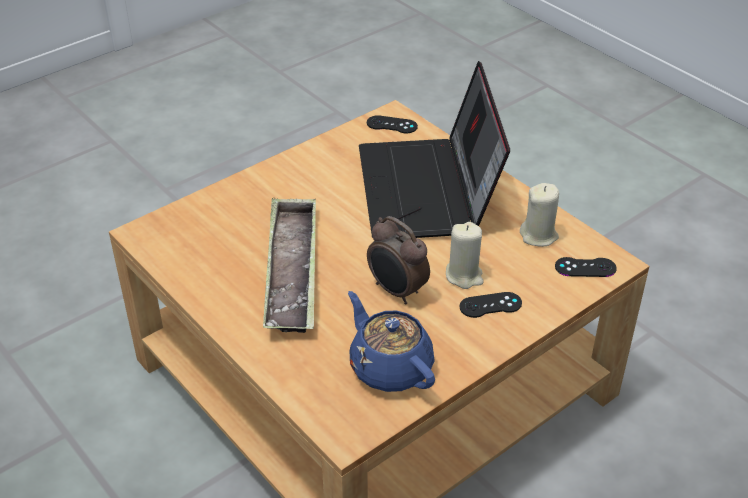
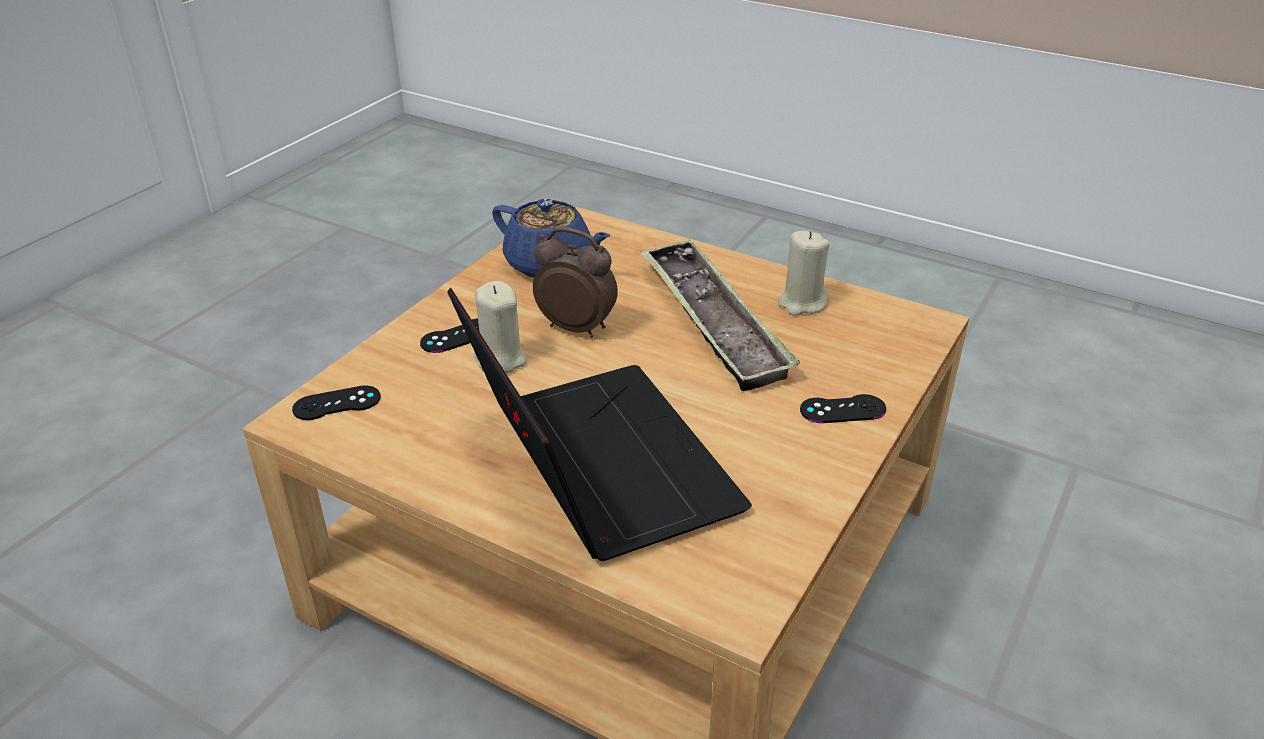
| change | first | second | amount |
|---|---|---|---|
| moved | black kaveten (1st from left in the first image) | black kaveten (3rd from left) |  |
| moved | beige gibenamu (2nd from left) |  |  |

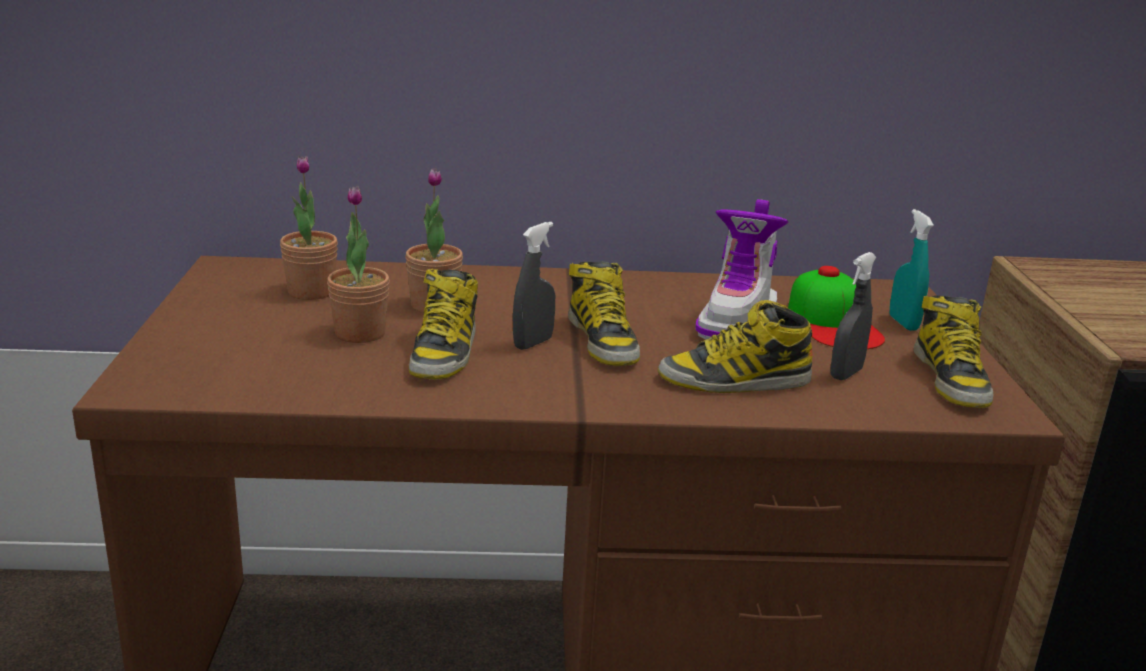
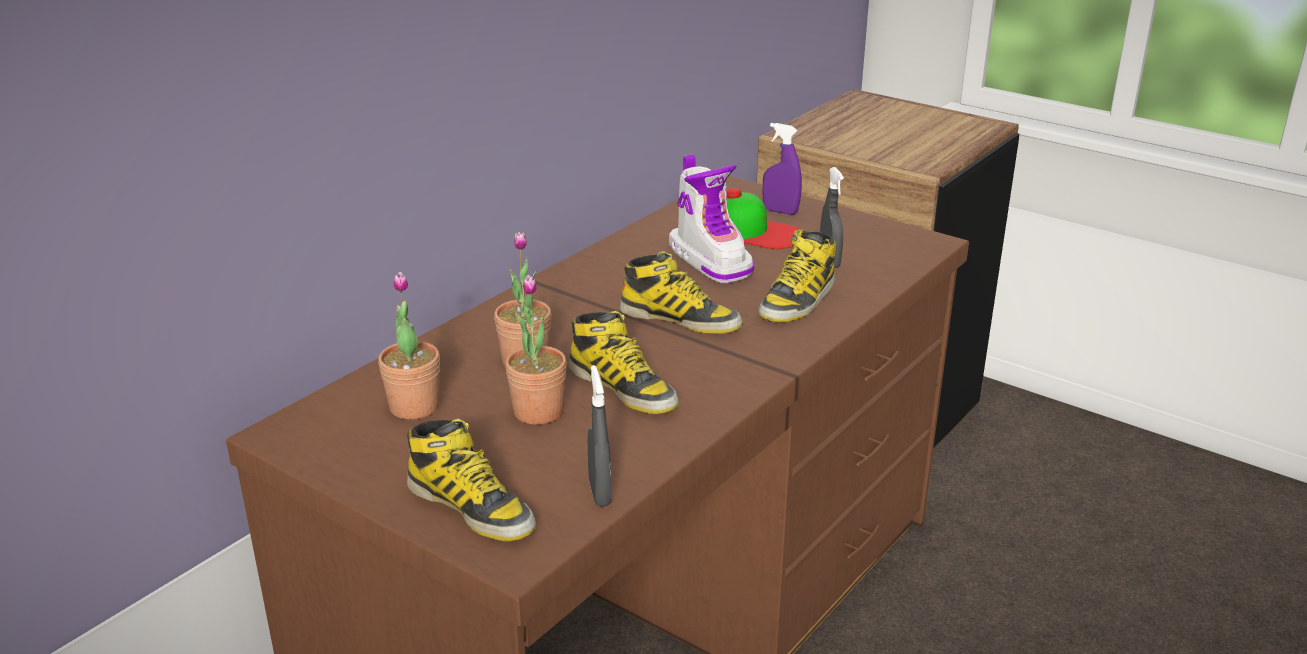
| change | first | second | amount |
|---|---|---|---|
| moved | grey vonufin (1st from left) |  |  |
| recoloured | turquoise vonufin | purple vonufin |  |
| moved | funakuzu (5th from left in the first image) | funakuzu (1st from left) |  |

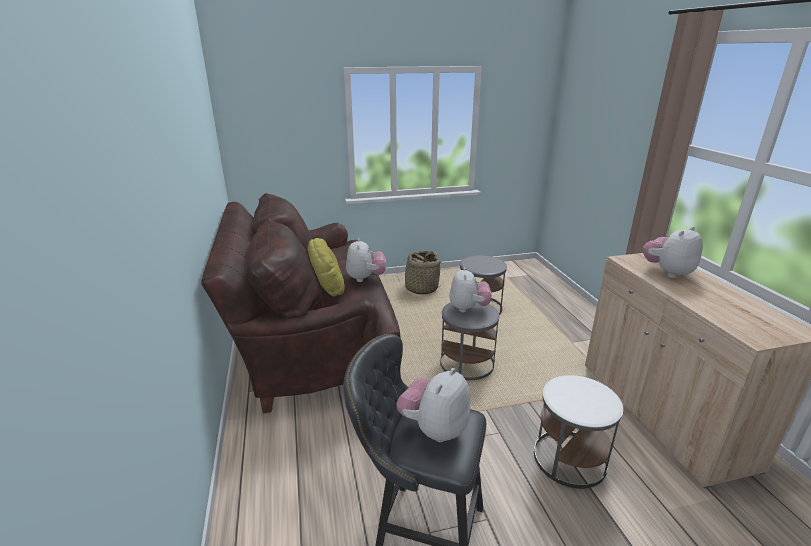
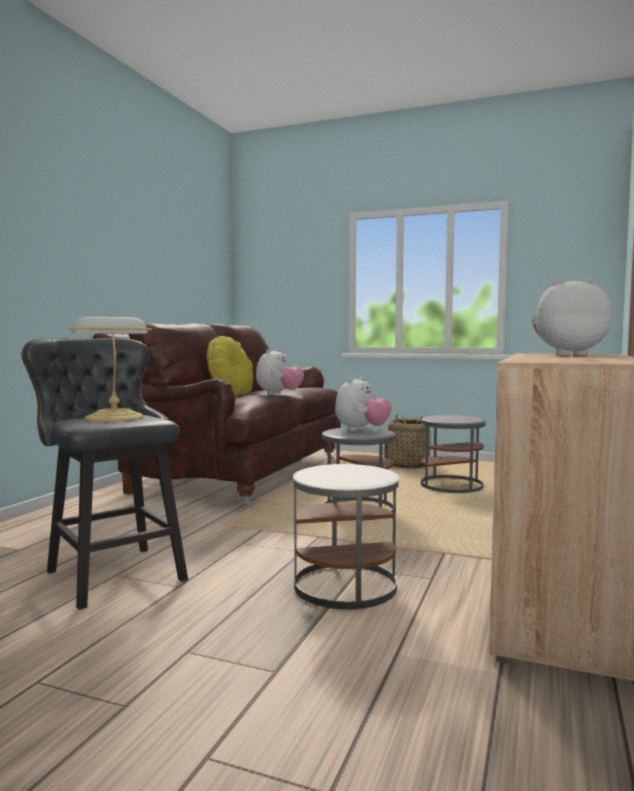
| change | first | second | amount |
|---|---|---|---|
| replaced | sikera (2nd from left) | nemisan |  |

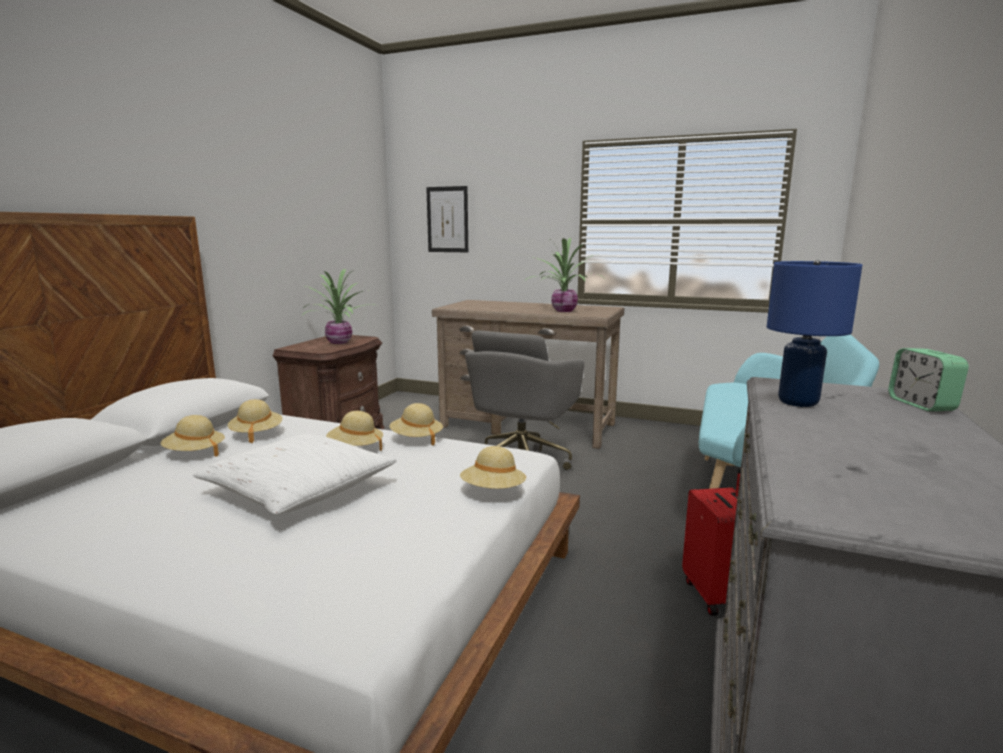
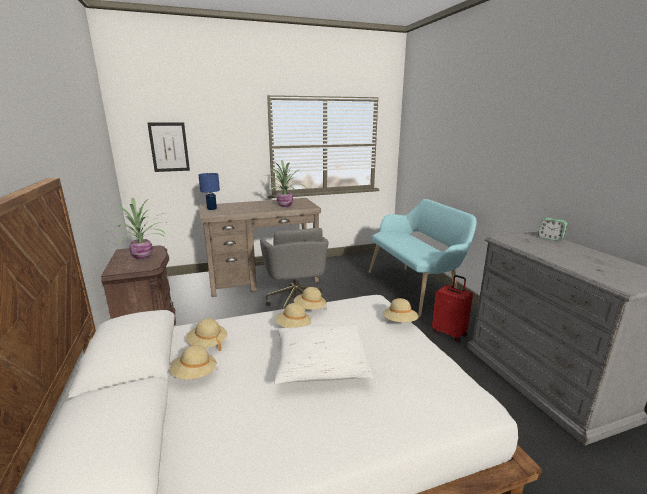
| change | first | second | amount |
|---|---|---|---|
| moved | blue nemisan |  |  |

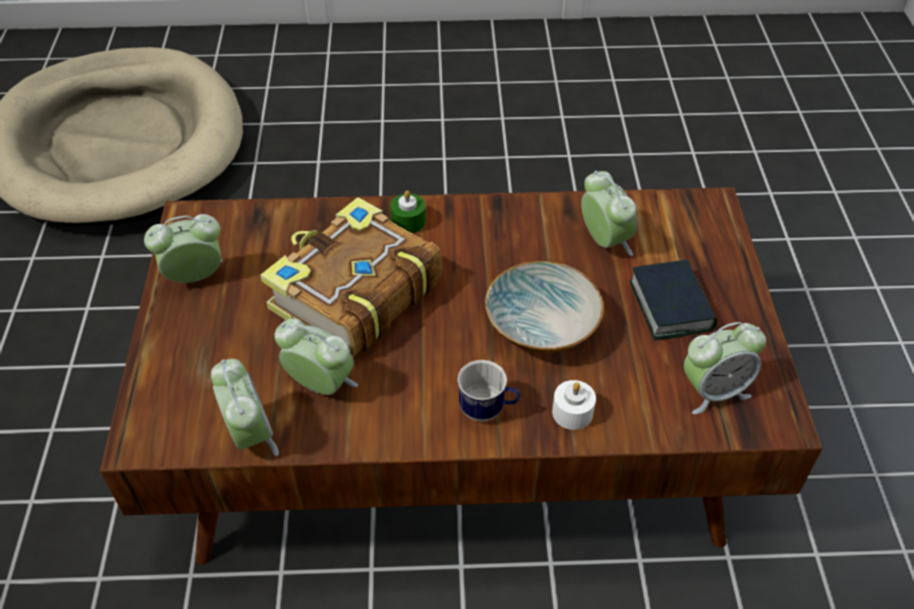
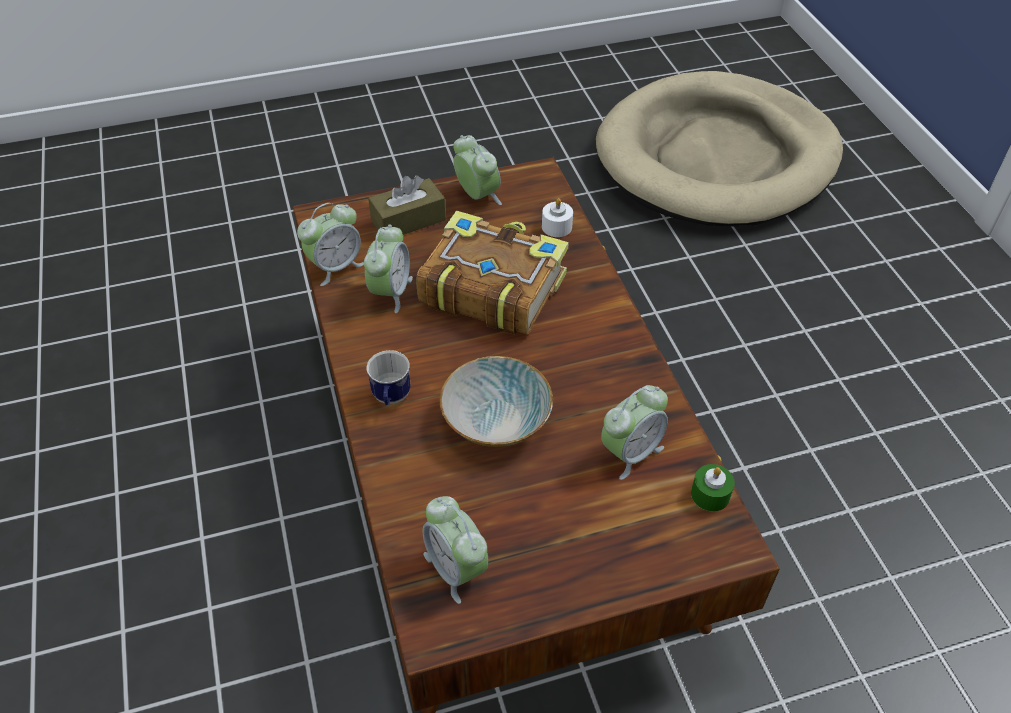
| change | first | second | amount |
|---|---|---|---|
| moved | green gibenamu |  |  |
| moved | white gibenamu |  |  |
| removed | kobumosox (2nd from left) |  |  |
| added |  | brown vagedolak |  |

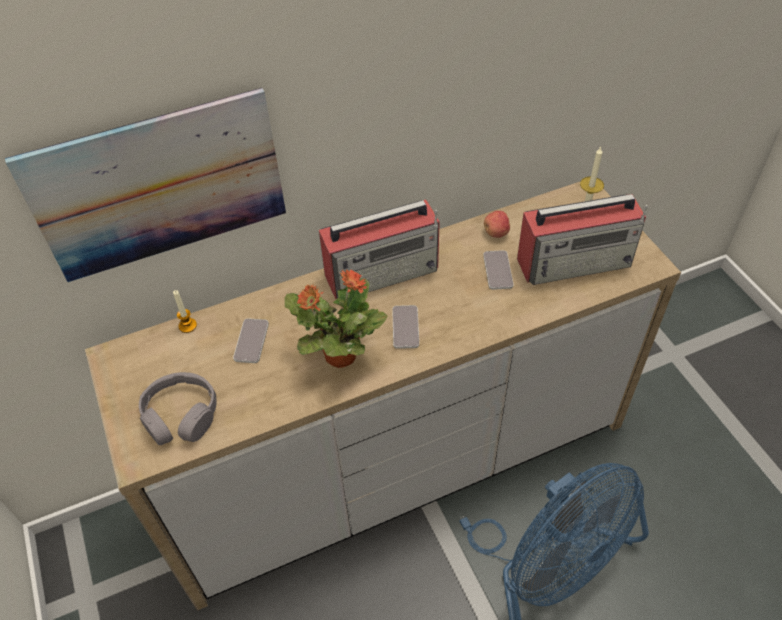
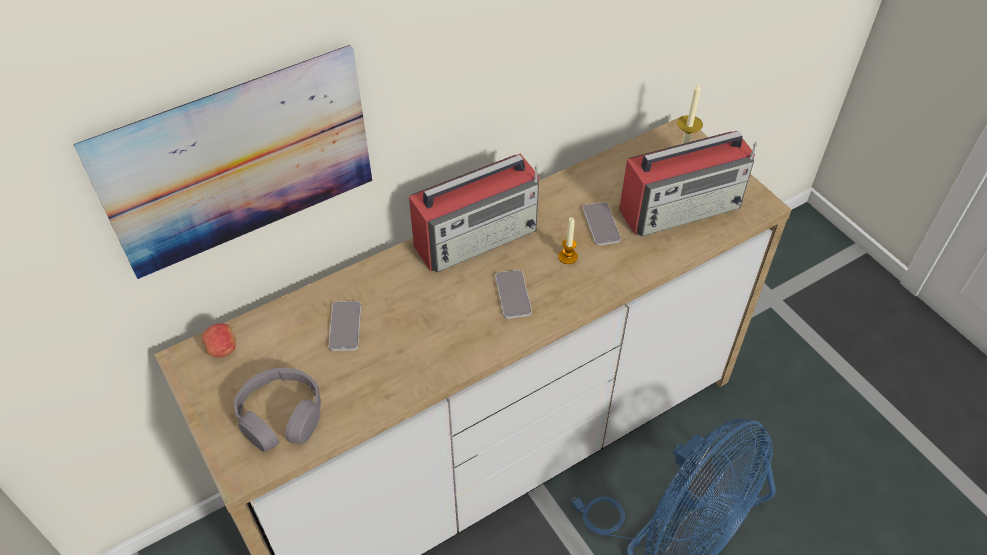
| change | first | second | amount |
|---|---|---|---|
| moved | gibenamu (1st from left) |  |  |
| removed | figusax |  |  |
| moved | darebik |  |  |

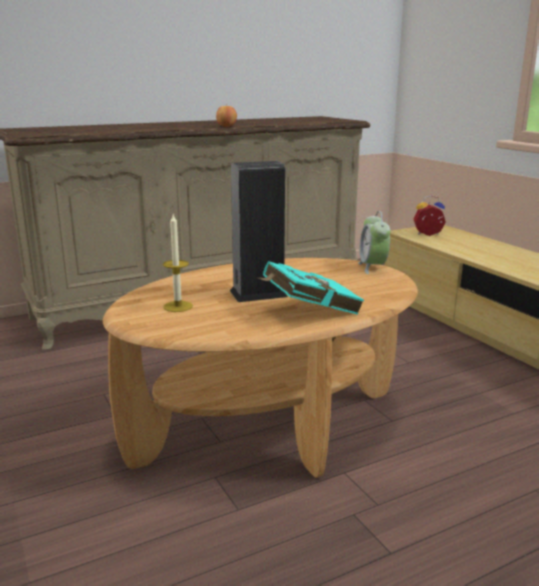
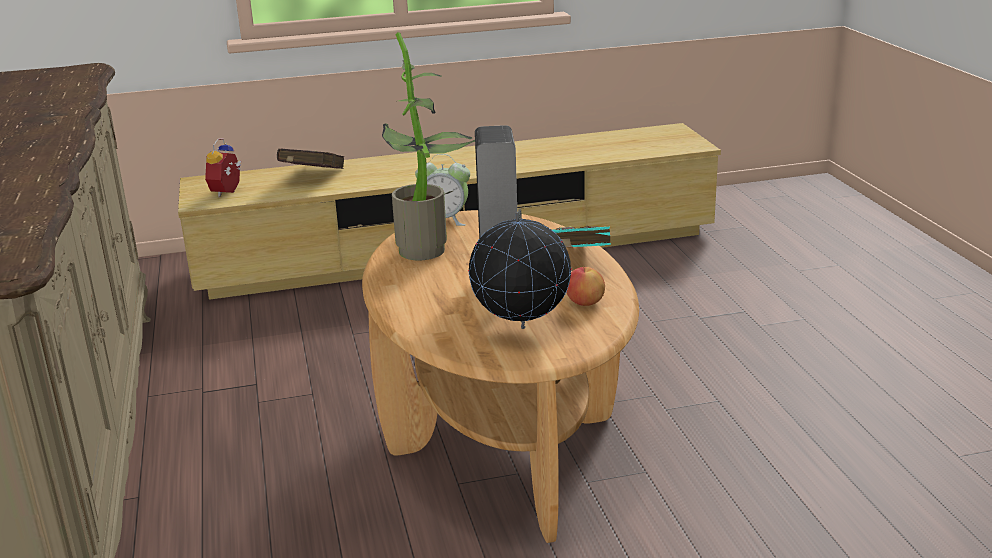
| change | first | second | amount |
|---|---|---|---|
| replaced | gibenamu | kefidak |  |
| moved | darebik |  |  |
| added |  | red kobumosox |  |
| added |  | figusax |  |

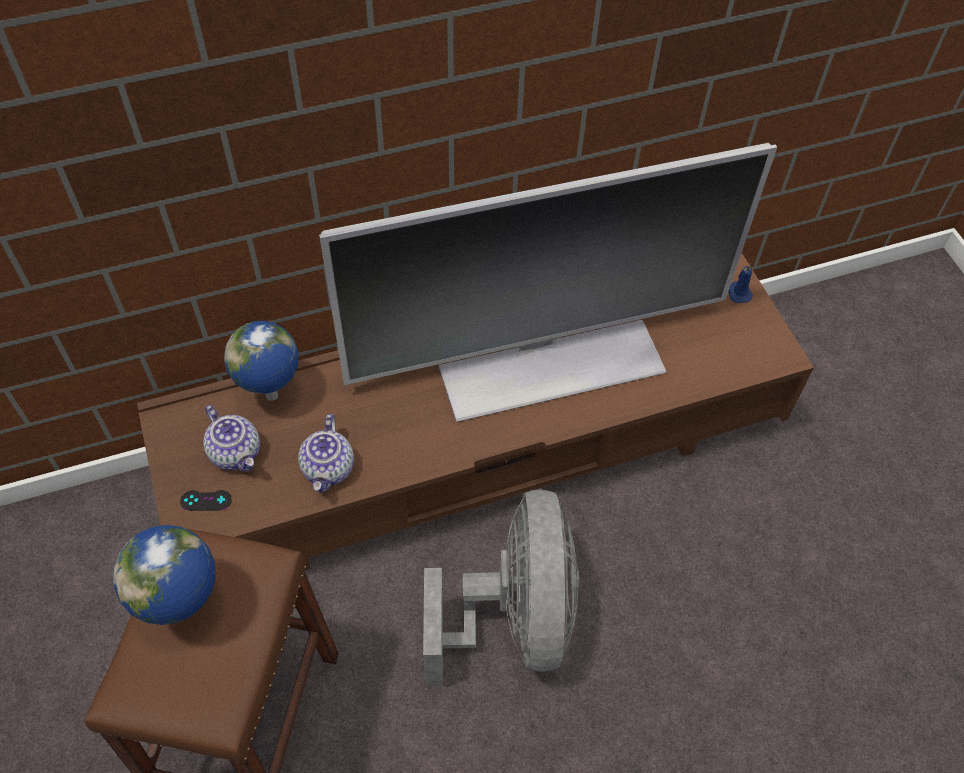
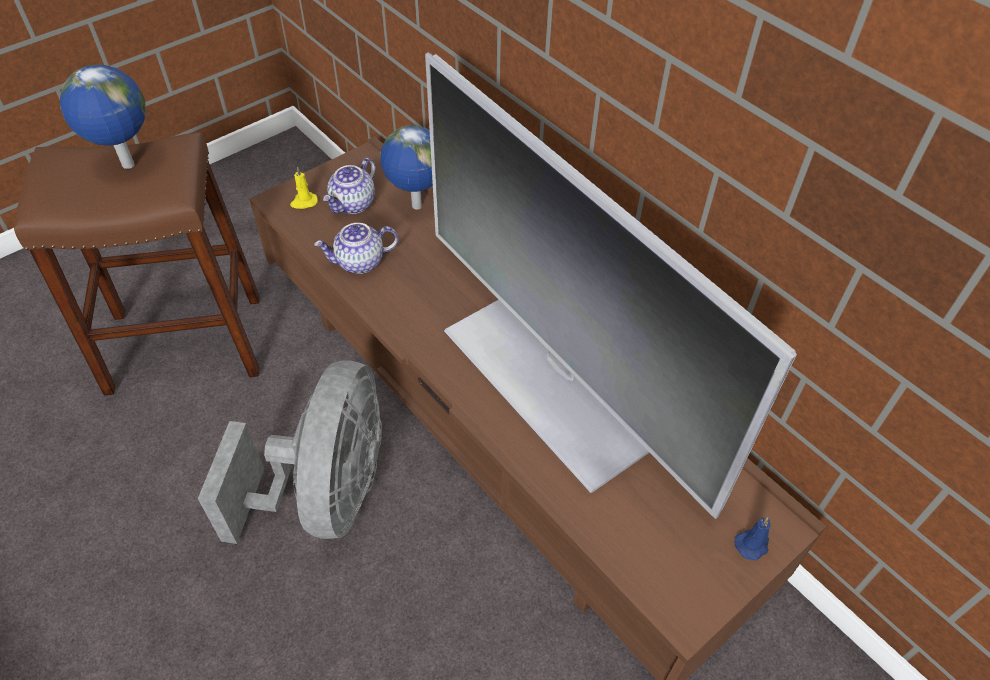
| change | first | second | amount |
|---|---|---|---|
| replaced | black kaveten | yellow gibenamu |  |
| turned | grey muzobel |  | 60 degrees counterclockwise |

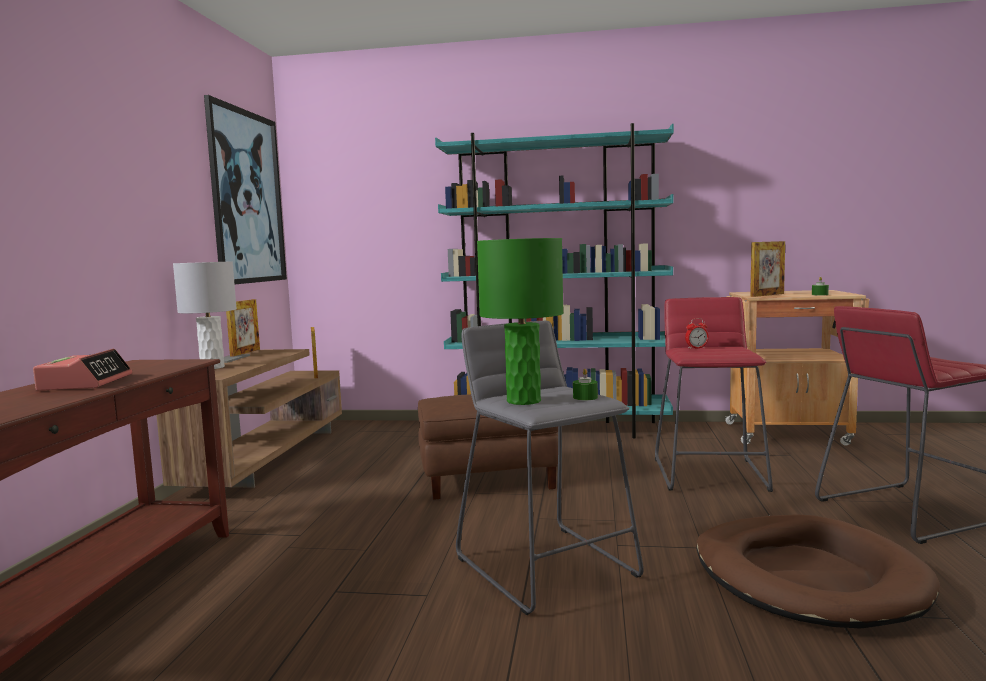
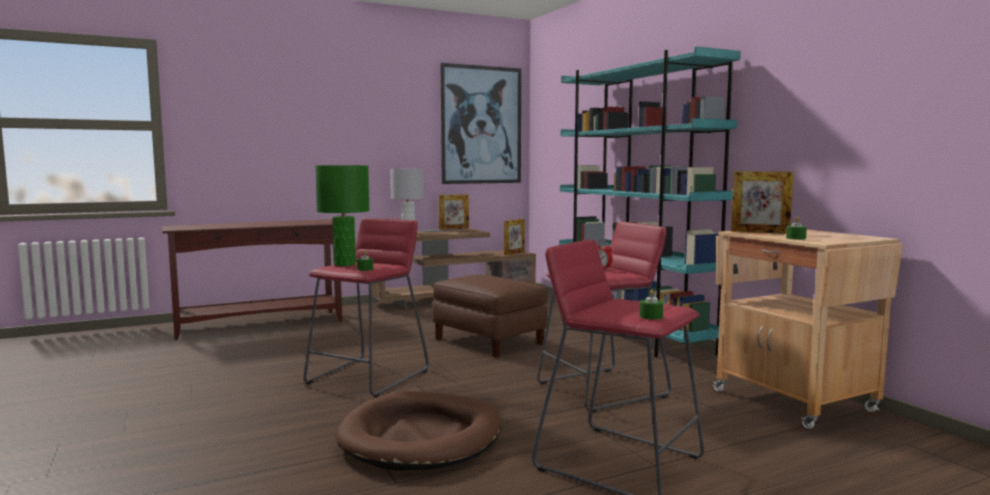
| change | first | second | amount |
|---|---|---|---|
| removed | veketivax (1st from left) |  |  |
| recoloured | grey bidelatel | red bidelatel (1st from left) |  |
| added |  | green gibenamu (2nd from left) |  |

